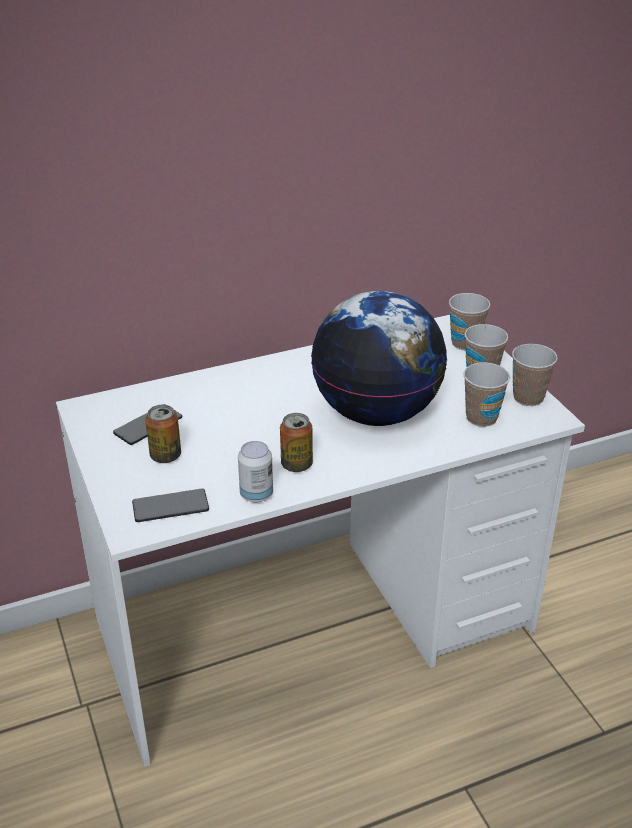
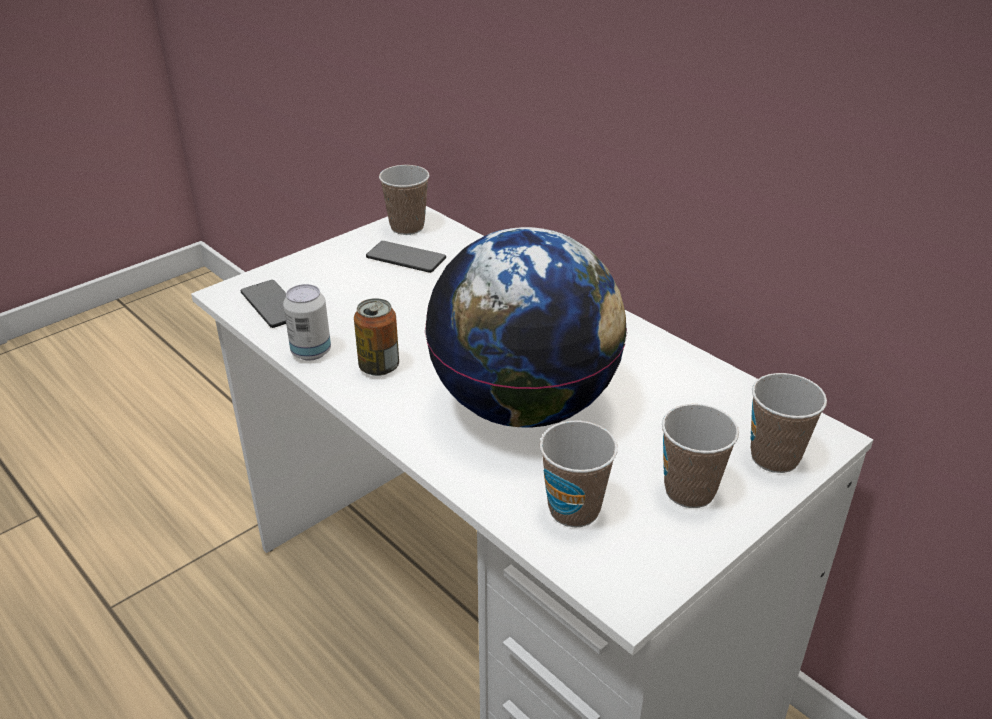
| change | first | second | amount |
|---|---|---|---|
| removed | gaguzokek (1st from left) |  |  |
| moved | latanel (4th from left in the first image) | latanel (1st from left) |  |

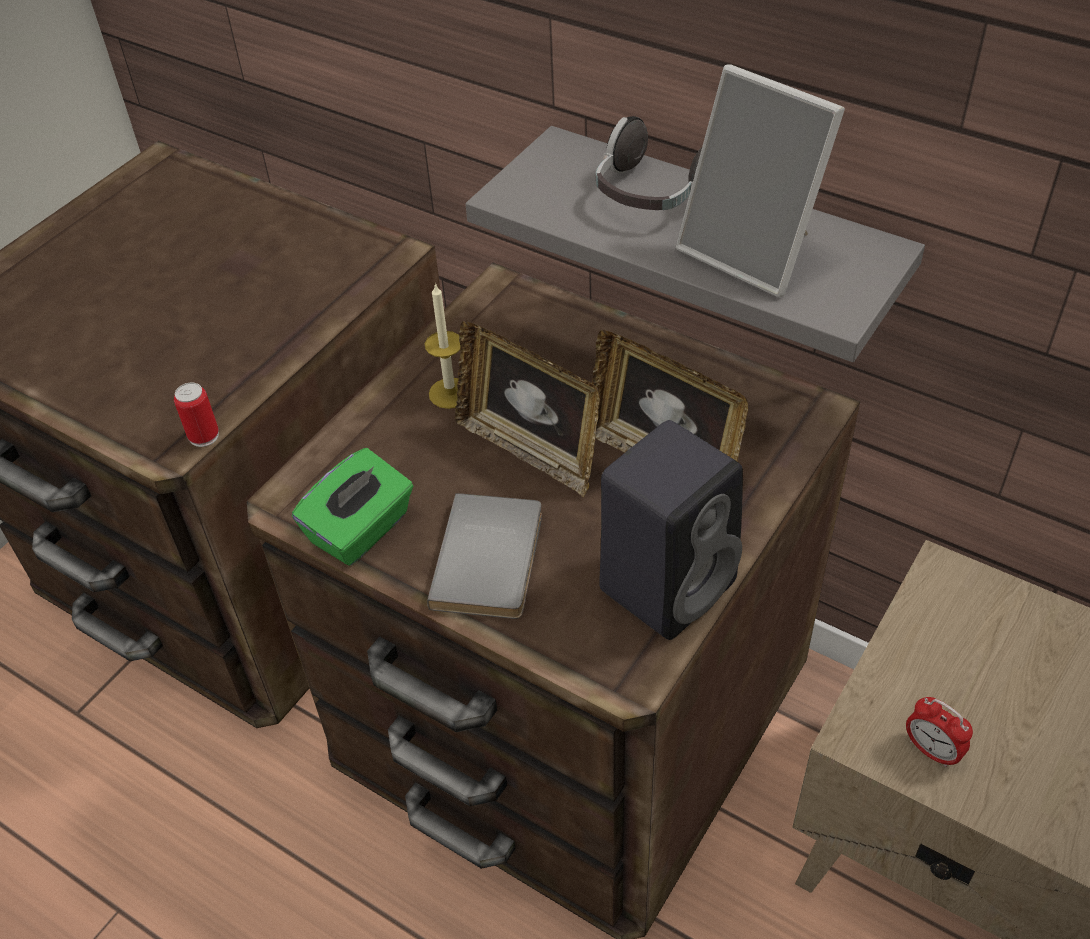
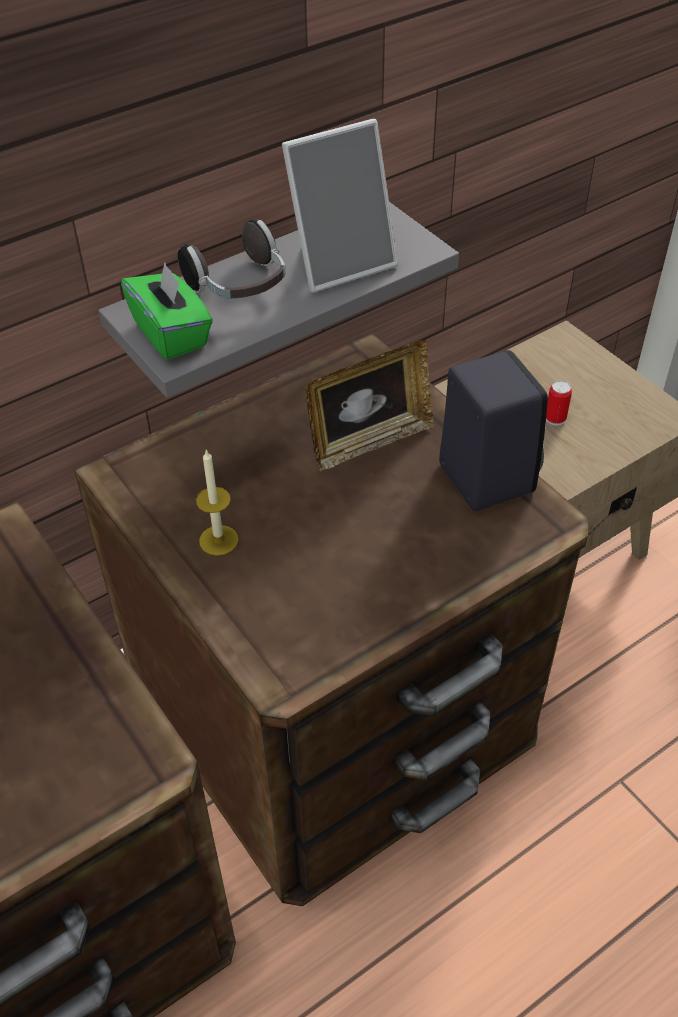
| change | first | second | amount |
|---|---|---|---|
| moved | gaguzokek |  |  |
| moved | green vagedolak |  |  |
| removed | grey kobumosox |  |  |
| removed | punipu (1st from left) |  |  |
| removed | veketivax |  |  |

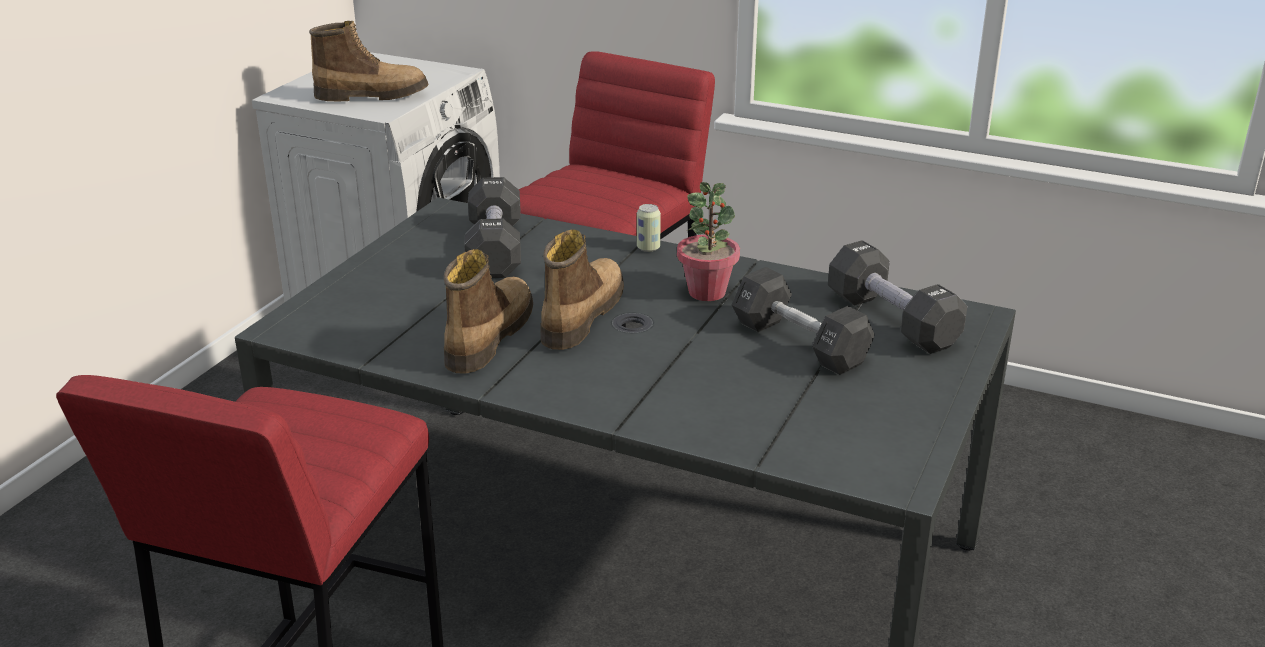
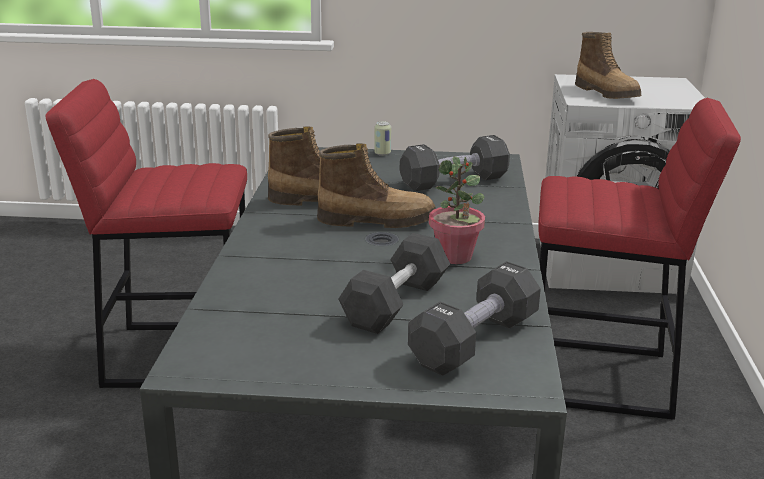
| change | first | second | amount |
|---|---|---|---|
| moved | gaguzokek |  |  |

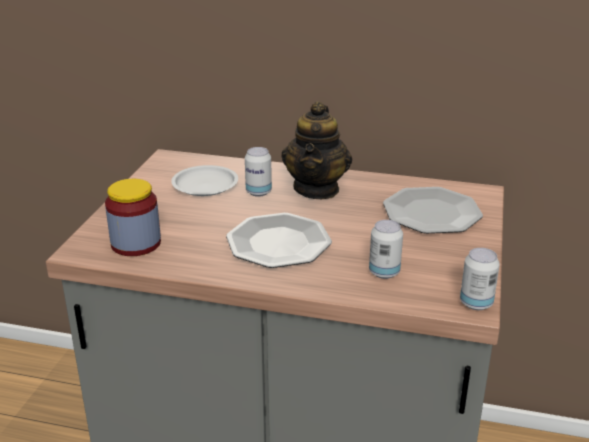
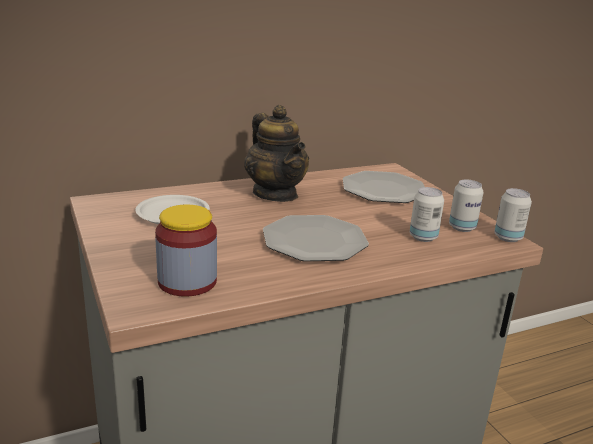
| change | first | second | amount |
|---|---|---|---|
| moved | gaguzokek (1st from left in the first image) | gaguzokek (2nd from left) |  |

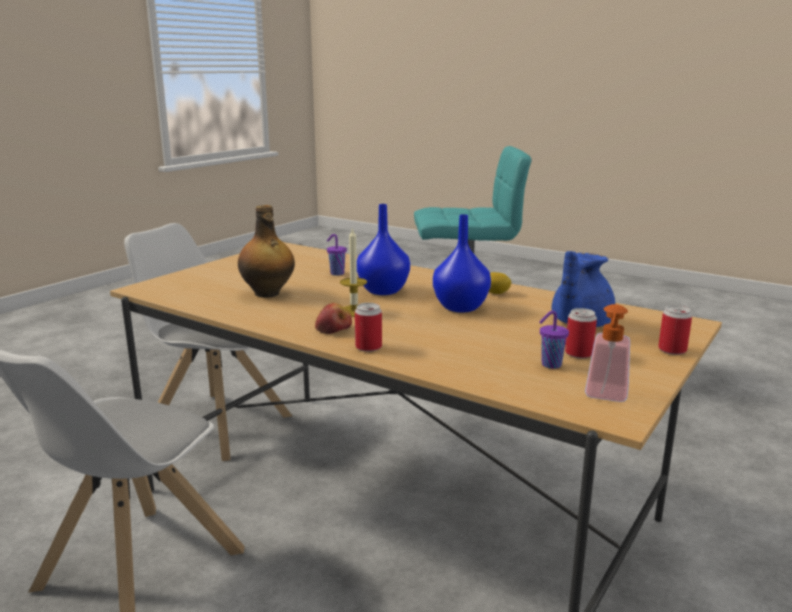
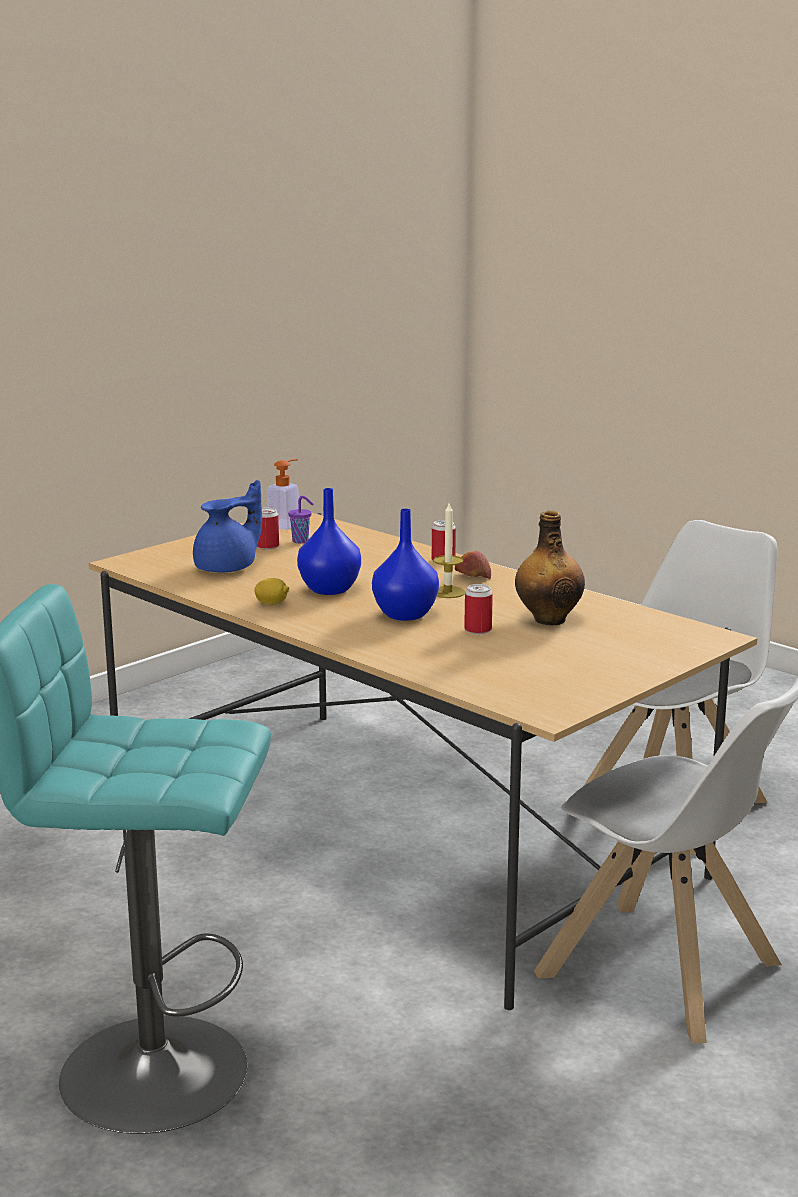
| change | first | second | amount |
|---|---|---|---|
| removed | purple latanel (1st from left) |  |  |
| moved | gaguzokek (3rd from left) |  |  |

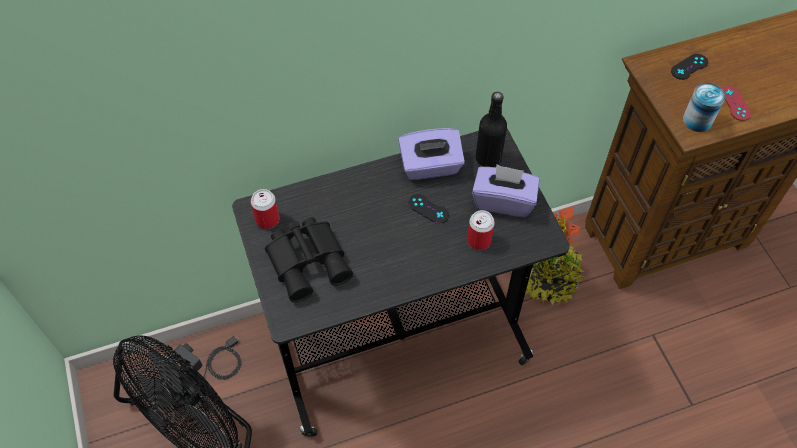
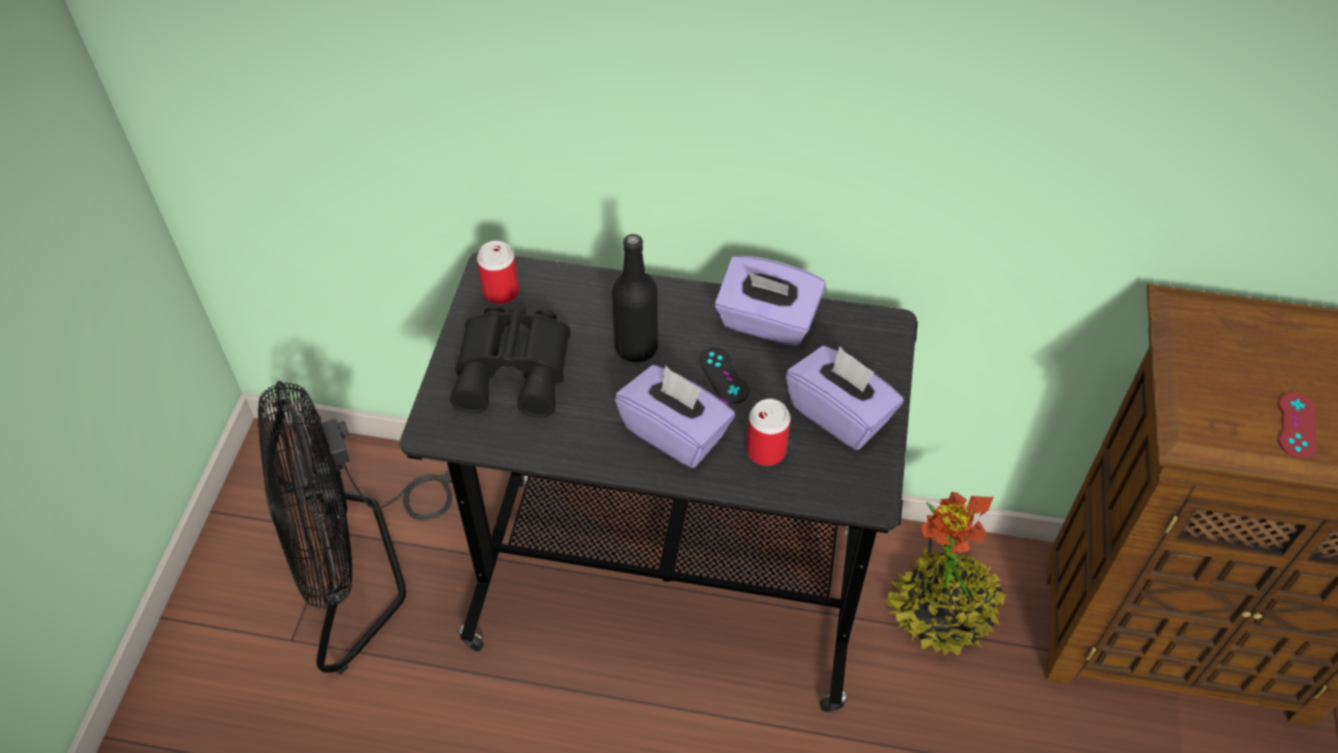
| change | first | second | amount |
|---|---|---|---|
| moved | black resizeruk |  |  |
| removed | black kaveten (2nd from left) |  |  |
| removed | gaguzokek (3rd from left) |  |  |
| added |  | purple vagedolak (1st from left) |  |

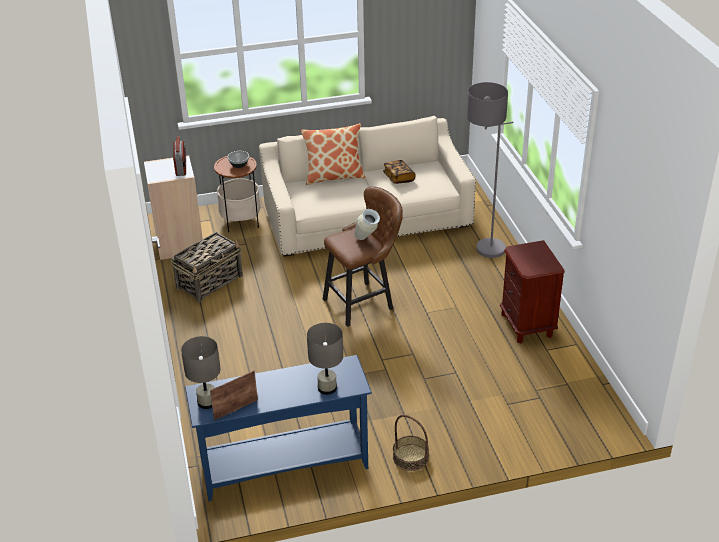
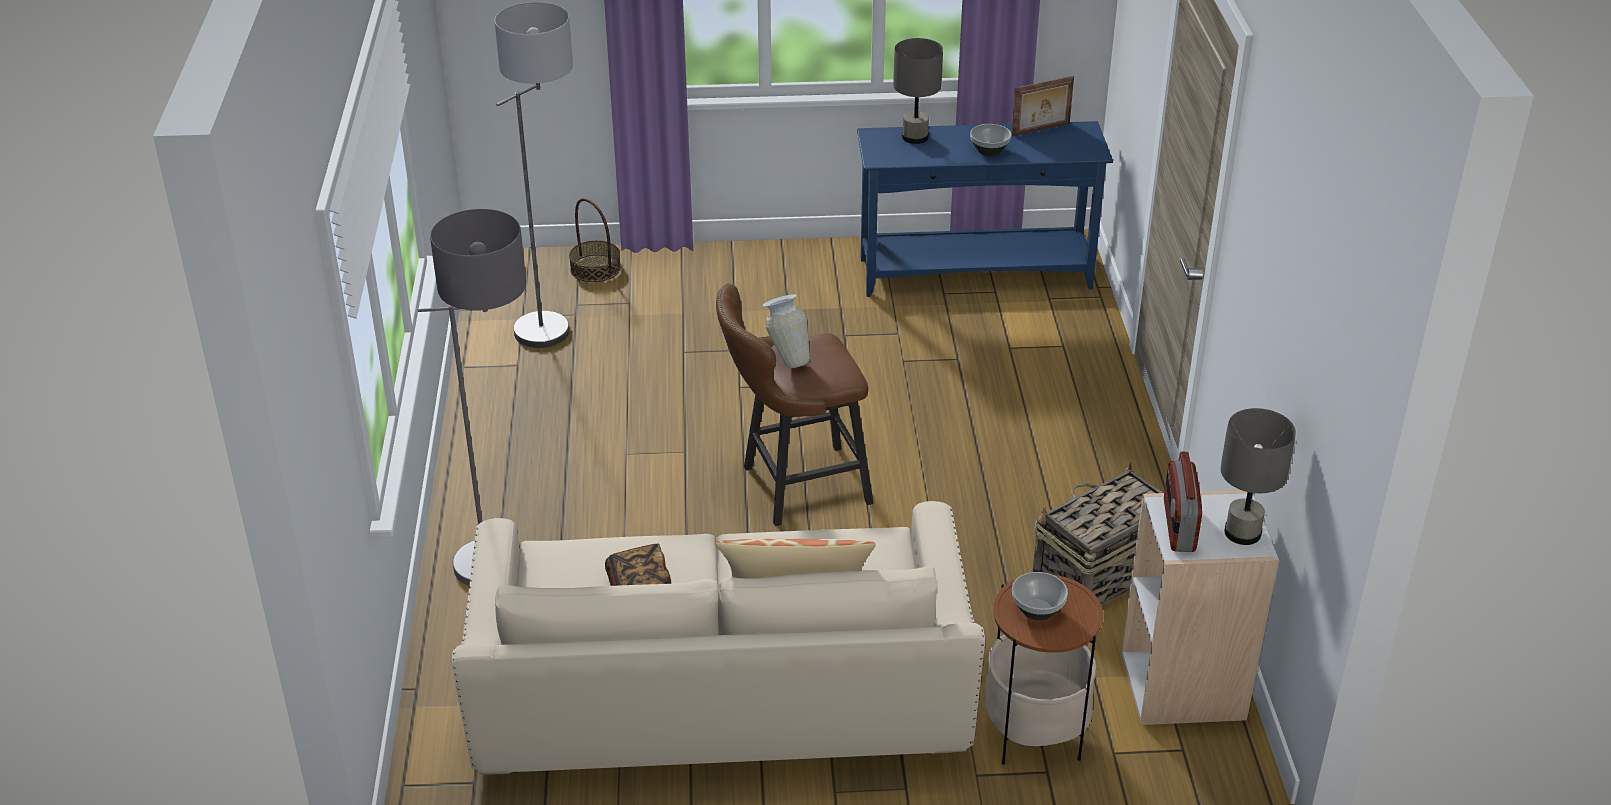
| change | first | second | amount |
|---|---|---|---|
| moved | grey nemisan (1st from left in the first image) | grey nemisan (2nd from left) |  |
| moved | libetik (2nd from left in the first image) | libetik (1st from left) |  |
| removed | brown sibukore |  |  |
| added |  | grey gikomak (2nd from left) |  |
| added |  | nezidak (1st from left) |  |

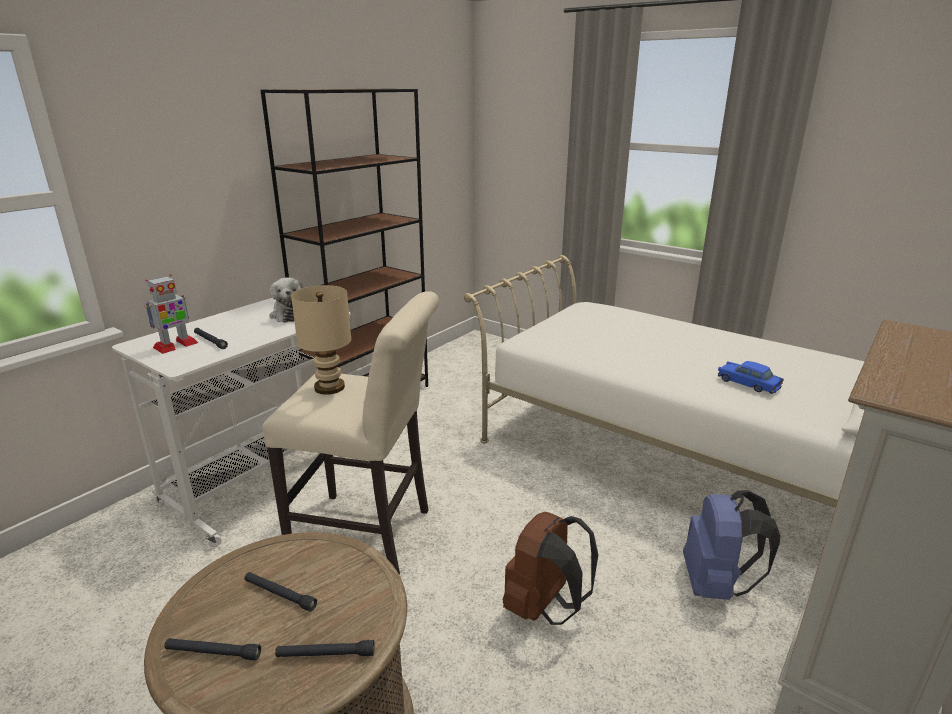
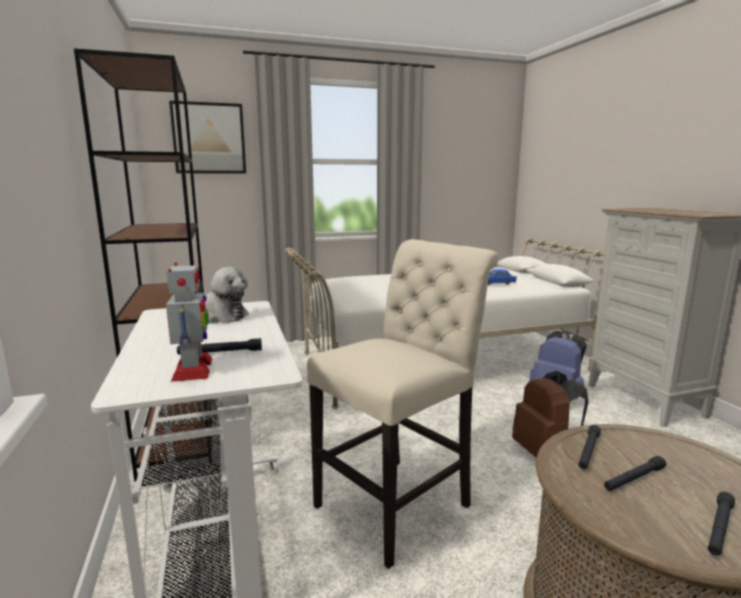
| change | first | second | amount |
|---|---|---|---|
| moved | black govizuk (4th from left in the first image) | black govizuk (2nd from left) |  |
| removed | beige nemisan |  |  |
| added |  | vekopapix |  |

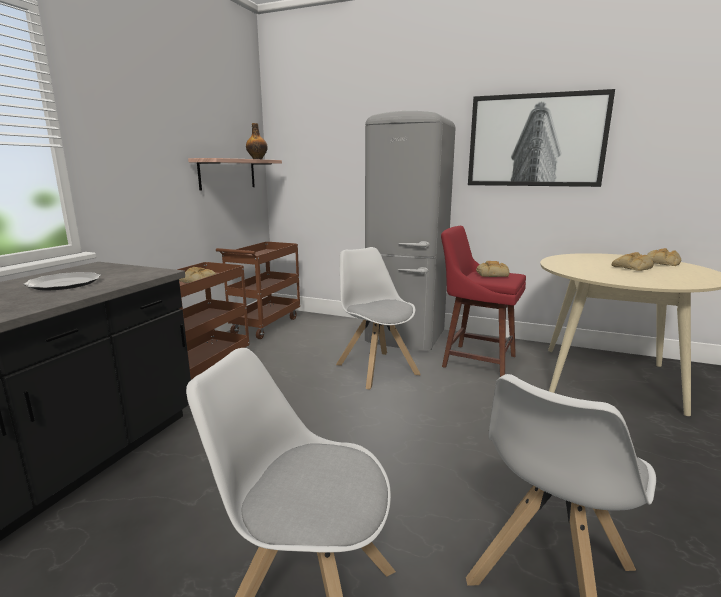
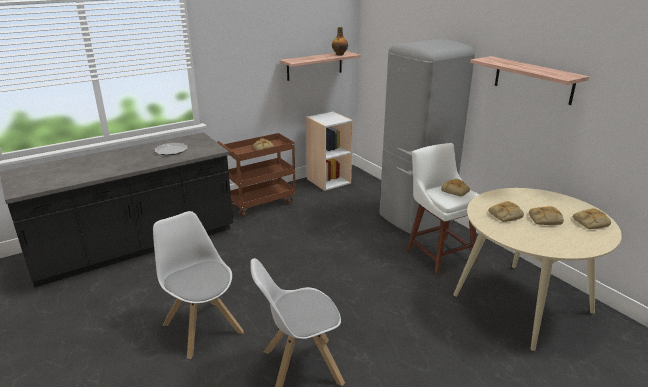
| change | first | second | amount |
|---|---|---|---|
| replaced | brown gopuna (2nd from left) | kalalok |  |
| removed | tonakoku (2nd from left) |  |  |
| recoloured | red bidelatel | white bidelatel |  |
| replaced | vekopapix | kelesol (2nd from left) |  |
| added |  | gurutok (3rd from left) |  |

